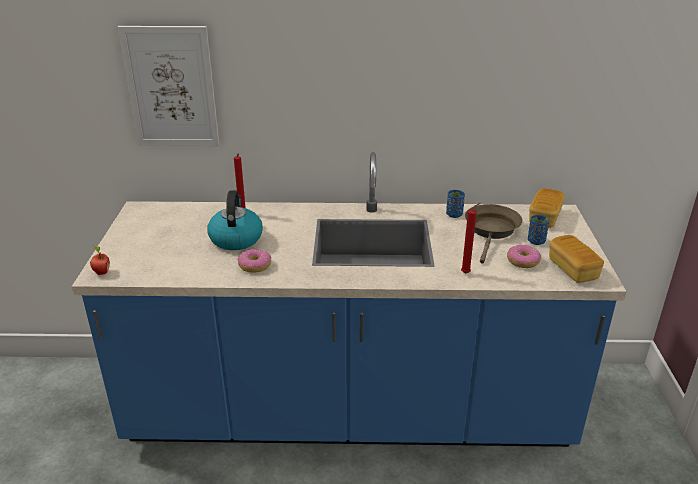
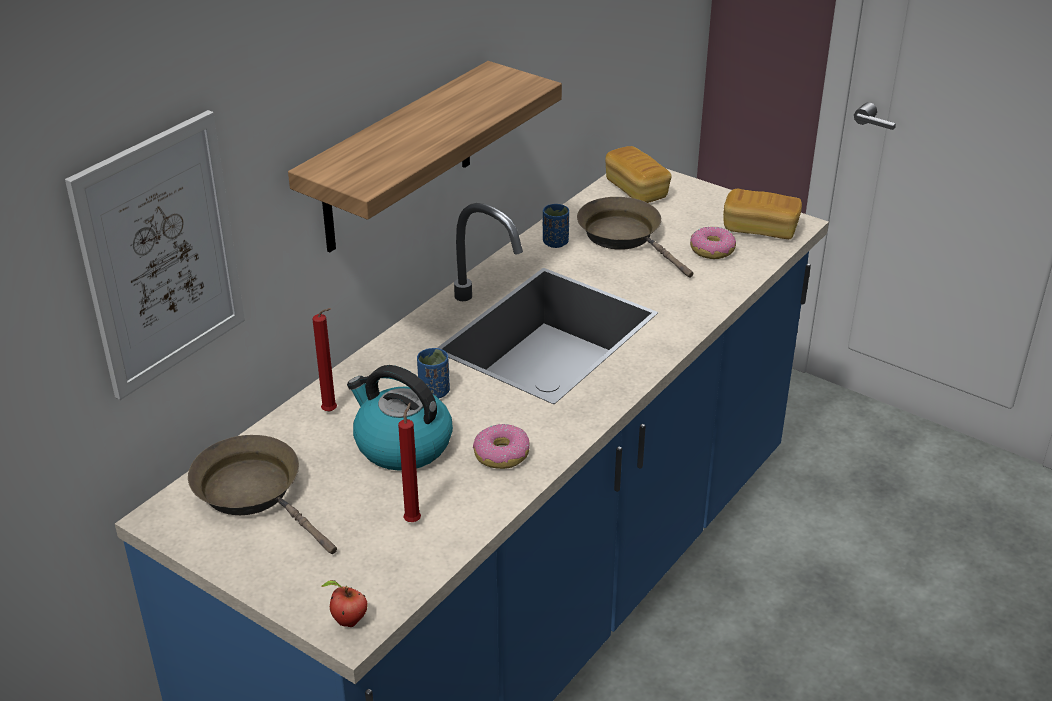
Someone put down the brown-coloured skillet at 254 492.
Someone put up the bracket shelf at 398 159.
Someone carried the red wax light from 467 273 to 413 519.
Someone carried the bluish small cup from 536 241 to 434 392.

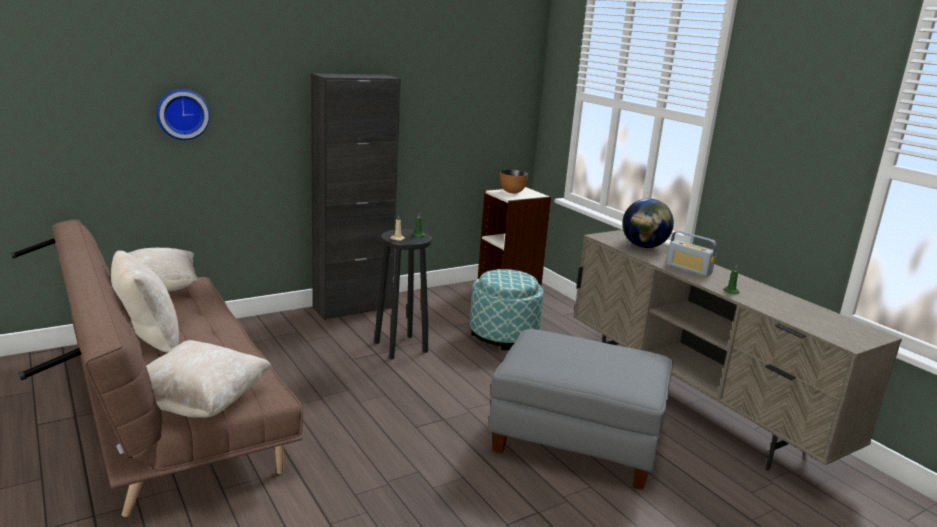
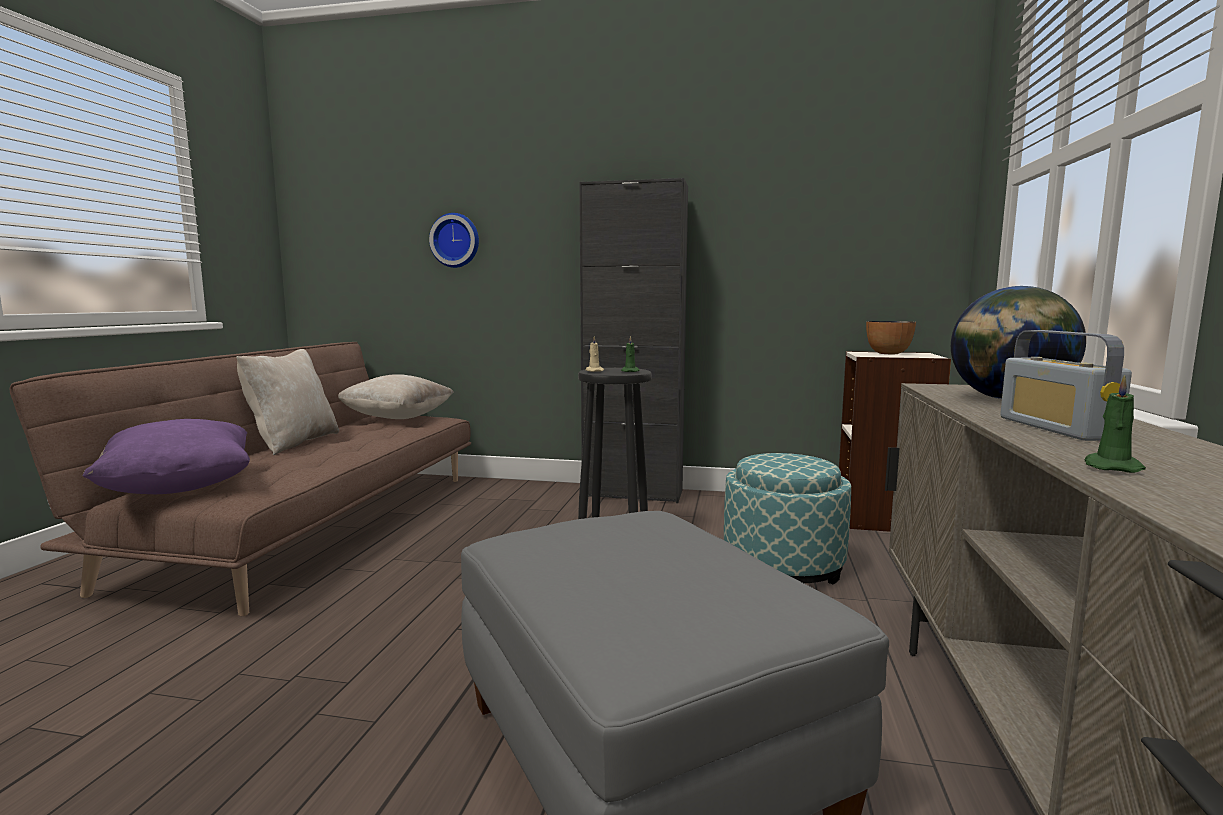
Someone repainted the beige-coloured pillow at 199 402, which became the purple pillow at 180 488.

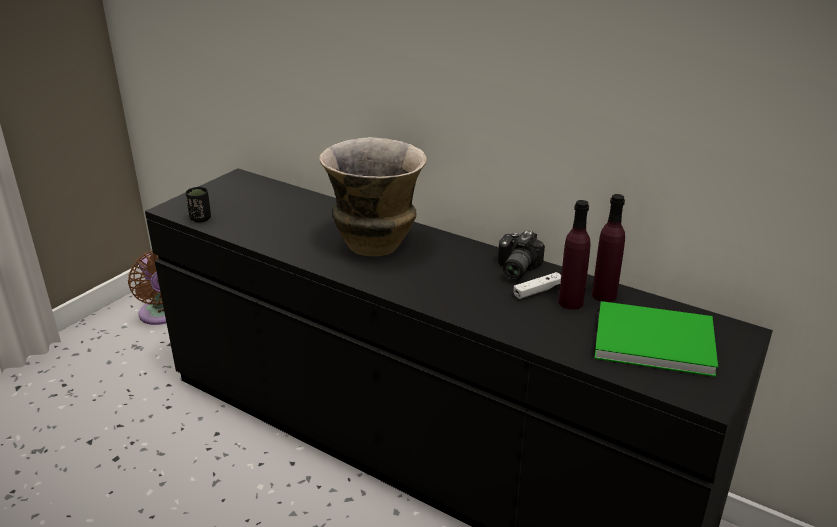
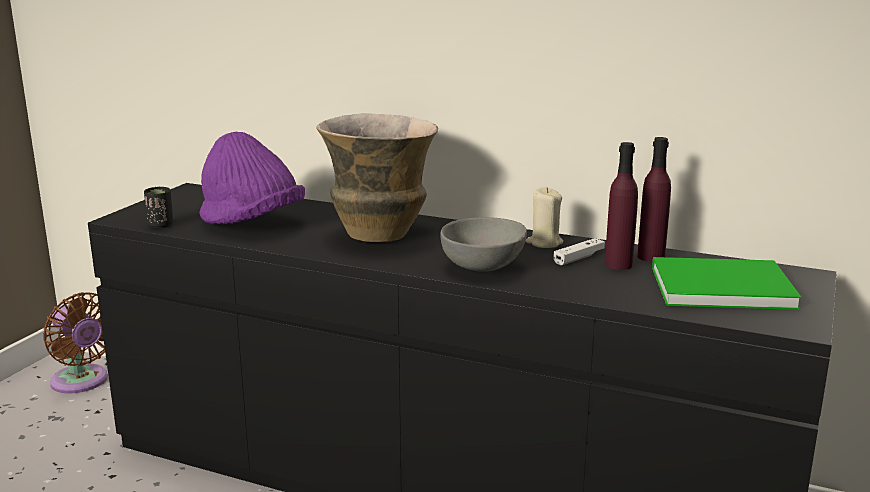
Someone put down the purple clothing hat at 252 223.
Someone put down the gray serving bowl at 484 268.
Someone swapped the photo camera at 514 268 for the beige-coloured wax light at 544 243.

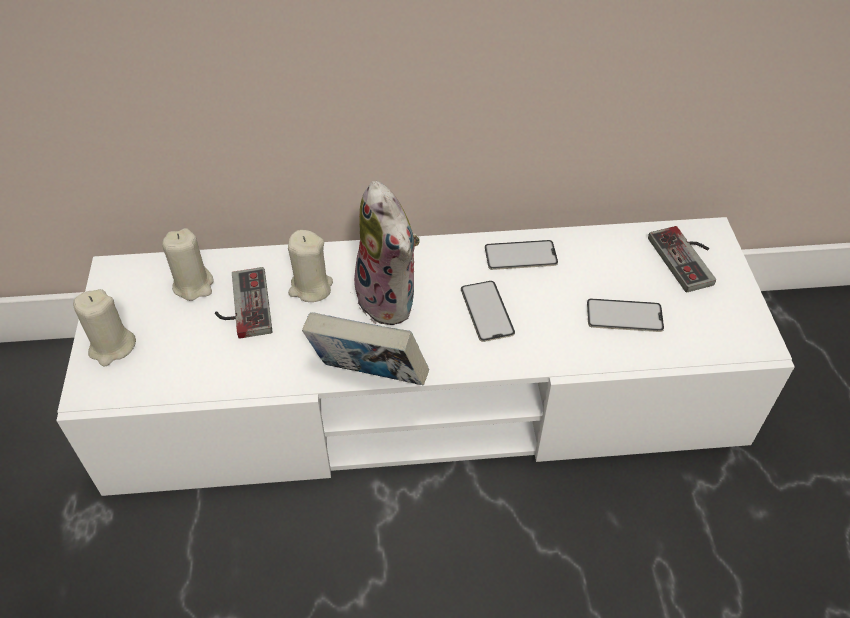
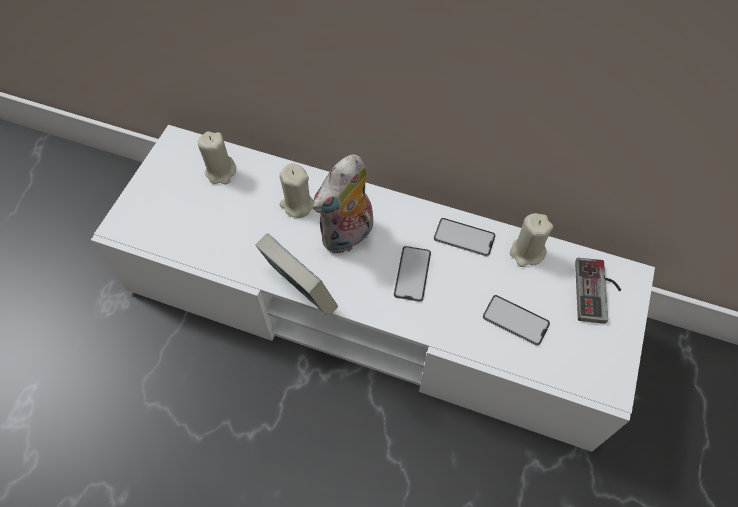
Someone rotated the cuddly toy at 391 300 by 45 degrees clockwise.
Someone carried the beige-coloured wax light from 112 347 to 526 252.
Someone took away the game controller at 241 306.

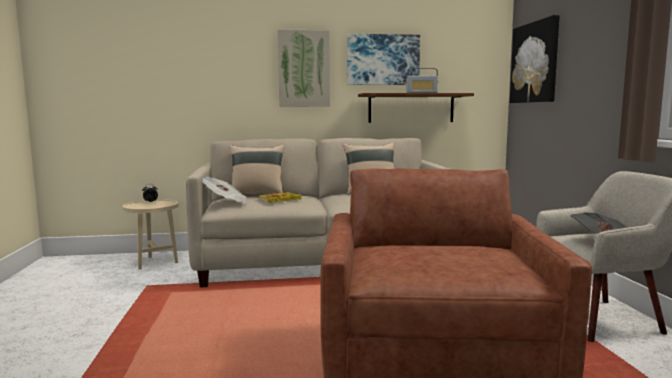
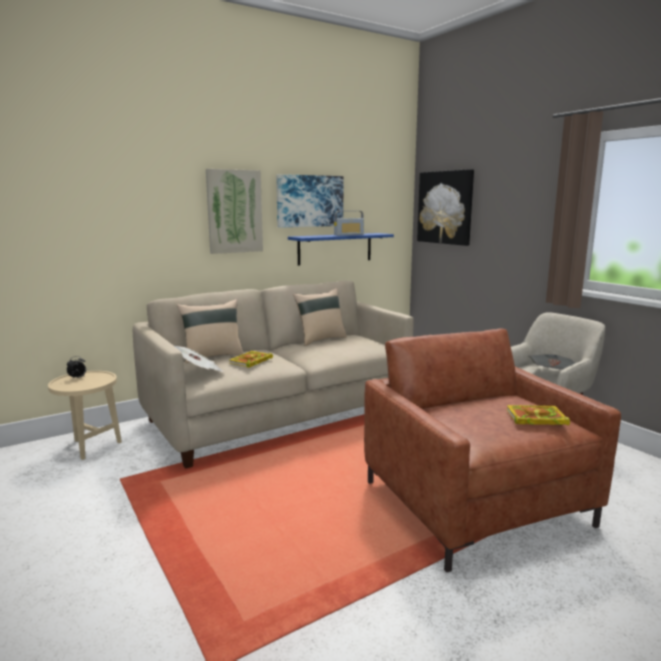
Someone repainted the brown-coloured bracket shelf at 411 108, which became the bluish bracket shelf at 335 248.
Someone put down the volume at 535 418.

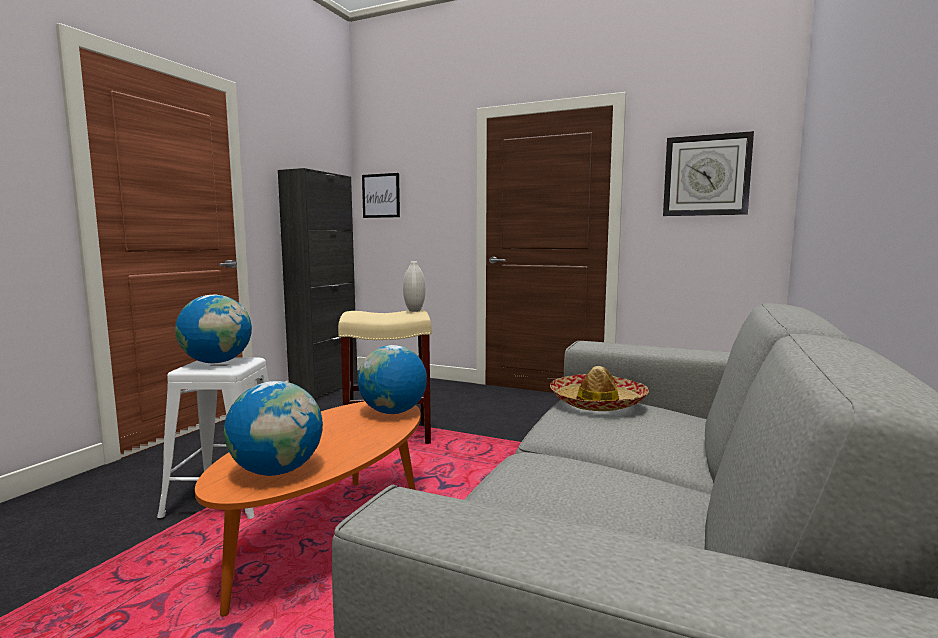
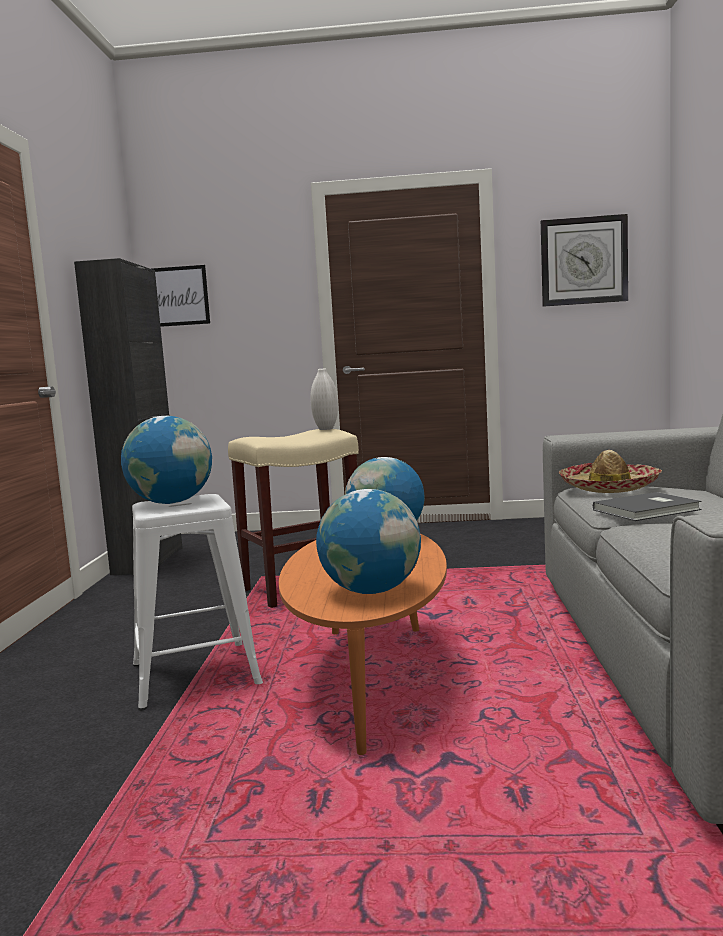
Someone put down the gray volume at 649 510.

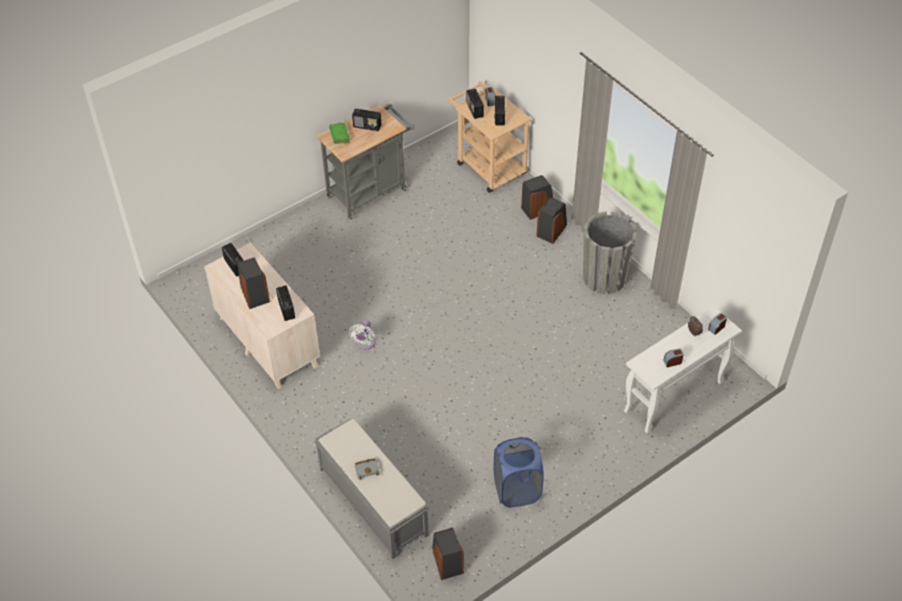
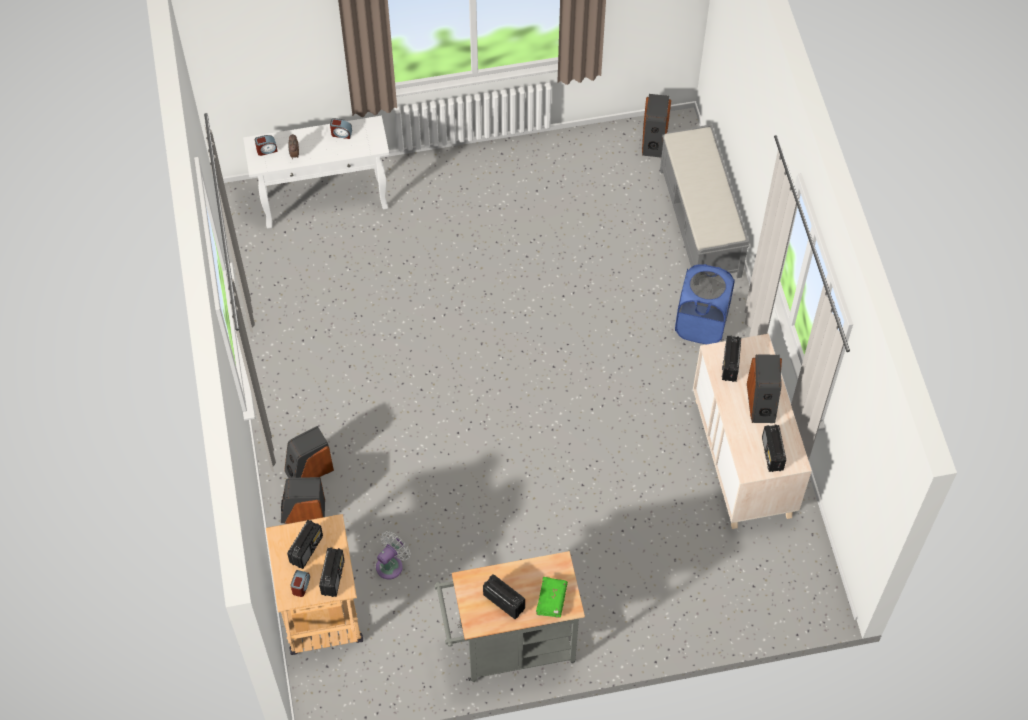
Someone carried the white electric fan from 365 343 to 391 564.
Someone carried the bluish hamper from 517 490 to 701 324.
Someone took away the gray volume at 367 469.
Someone took away the gray plant pot at 604 278.

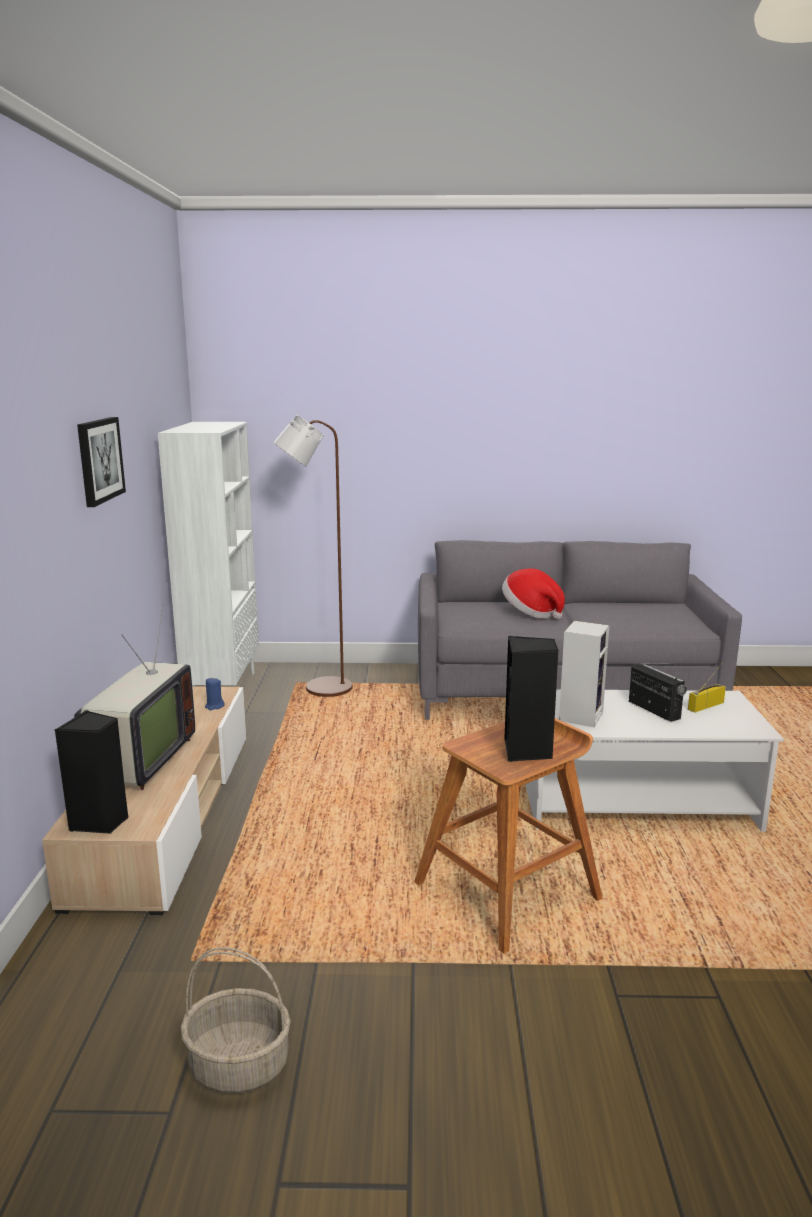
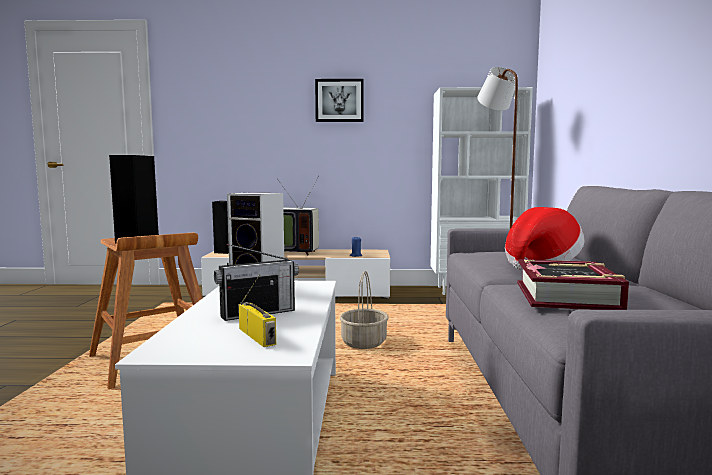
Someone carried the storage basket from 240 1064 to 364 343.
Someone put down the volume at 567 296.

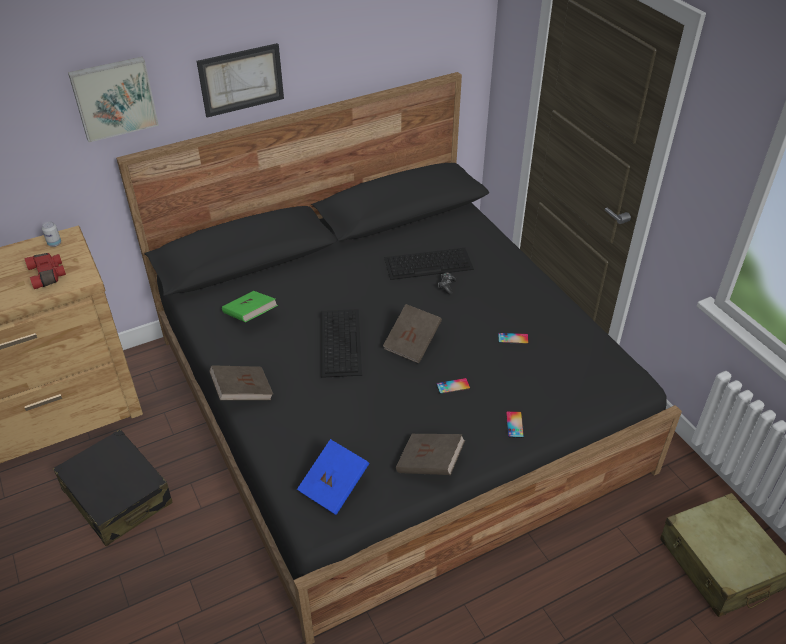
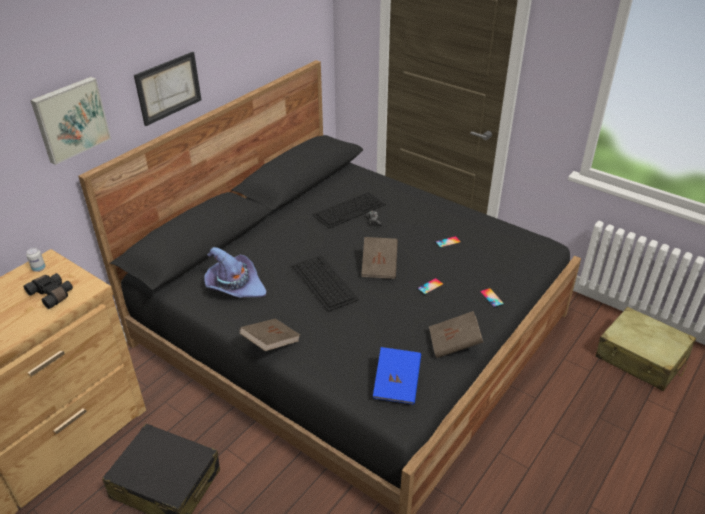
Someone repainted the red field glasses at 48 275, which became the black-coloured field glasses at 53 294.
Someone swapped the greenish volume at 250 316 for the purple clothing hat at 235 286.

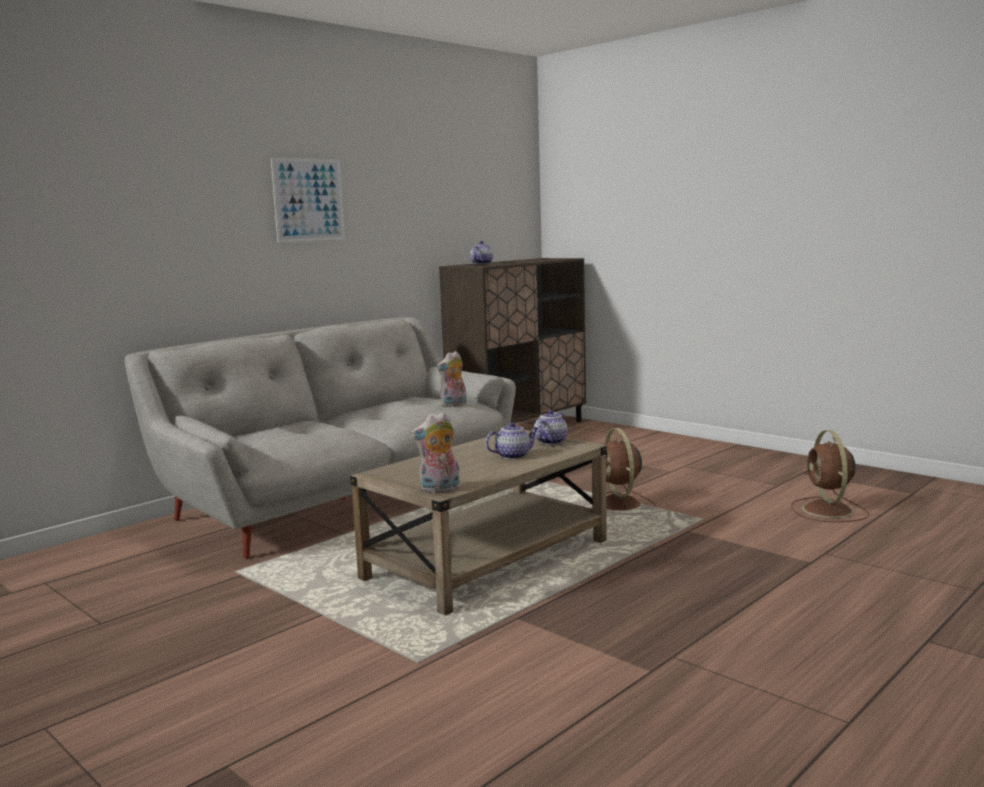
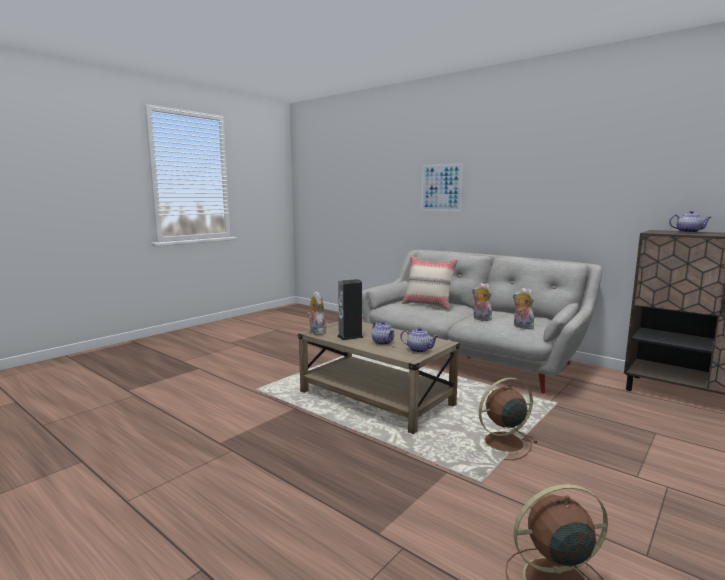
Someone put down the speaker at 350 337.
Someone put down the beige-coloured pillow at 428 305.
Someone carried the wall picture from 309 200 to 441 187.
Someone put down the cuddly toy at 481 319.

